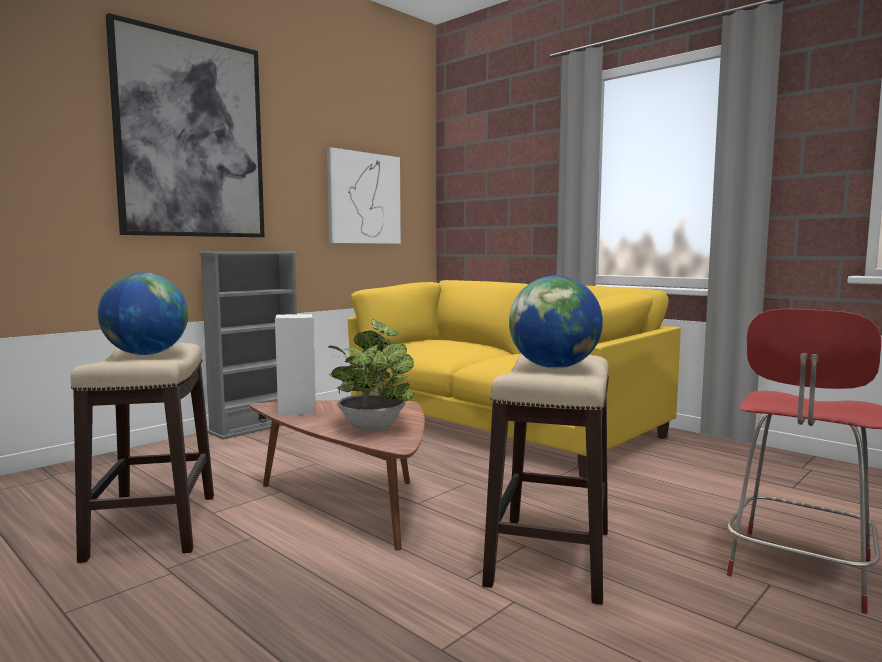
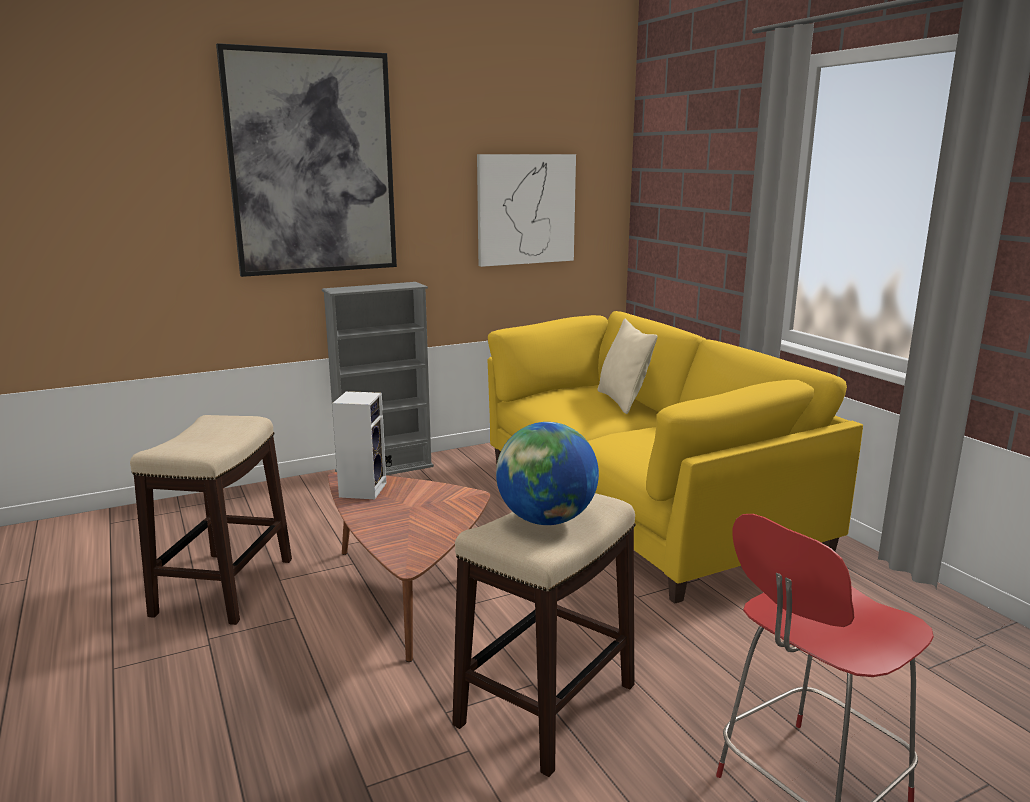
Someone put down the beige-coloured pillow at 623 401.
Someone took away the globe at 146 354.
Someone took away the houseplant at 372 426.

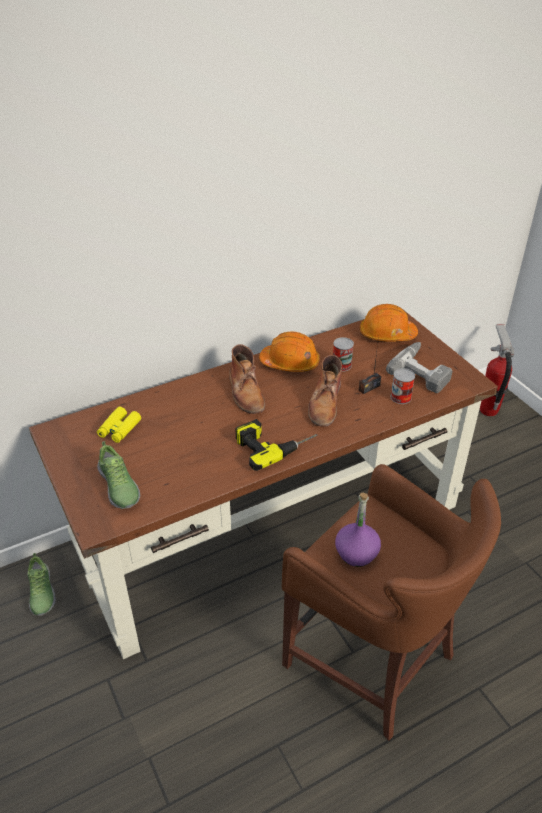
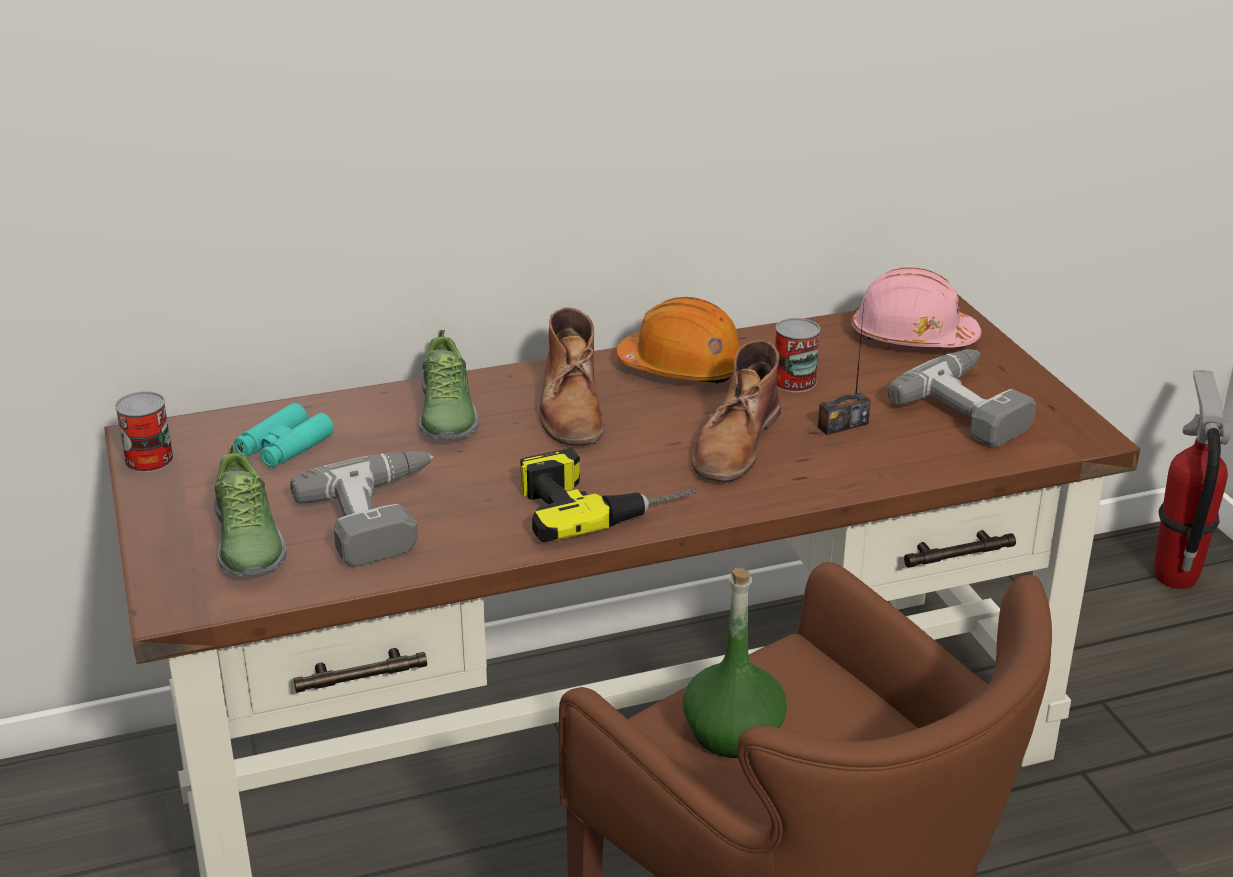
Someone carried the can from 400 397 to 149 460.
Someone repainted the yellowish field glasses at 119 429, which became the turquoise-coloured field glasses at 284 446.
Someone put down the drill at 383 517.
Someone carried the low shoe from 41 593 to 446 415.
Someone repainted the purple beverage bottle at 356 553, which became the greenish beverage bottle at 733 733.
Someone repainted the orange work helmet at 386 334, which became the pinkish work helmet at 912 337.

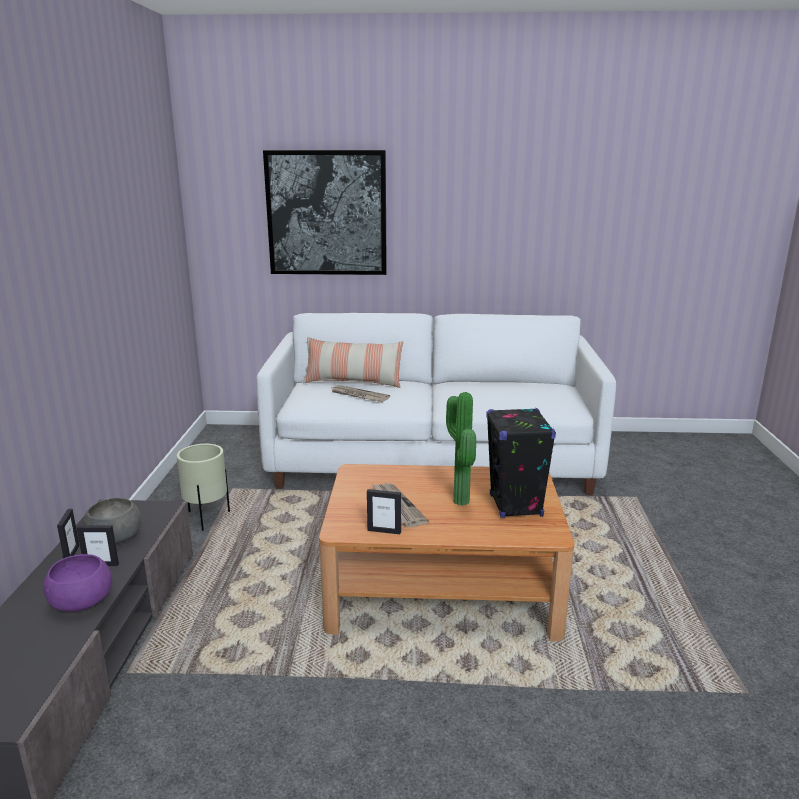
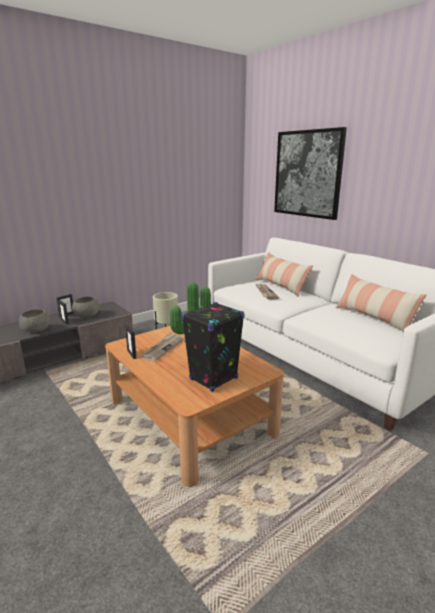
Someone repainted the purple serving bowl at 81 602, which became the gray serving bowl at 36 330.
Someone put down the pillow at 373 318.

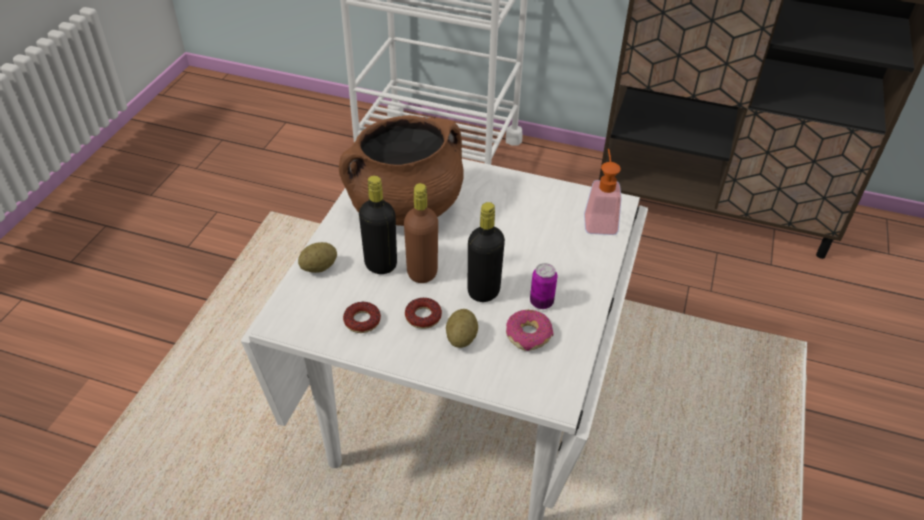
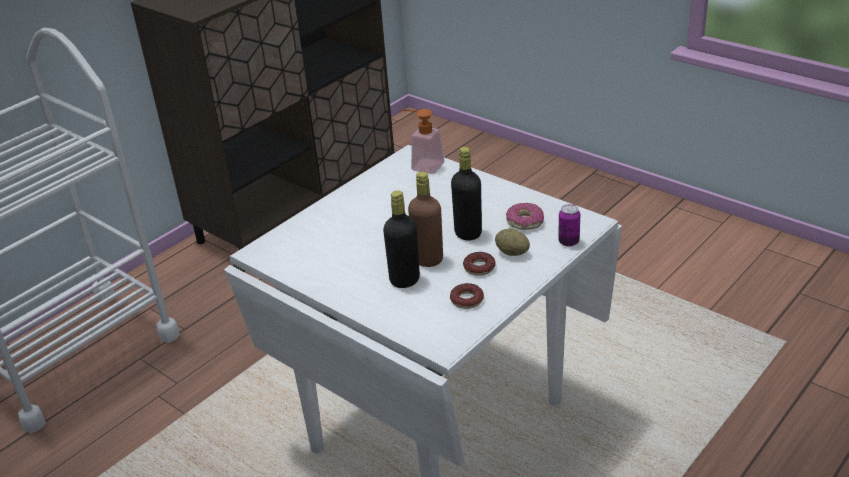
Someone carried the can from 541 302 to 568 242.
Someone took away the whole potato at 319 267.
Someone took away the brown-coloured stockpot at 405 207.

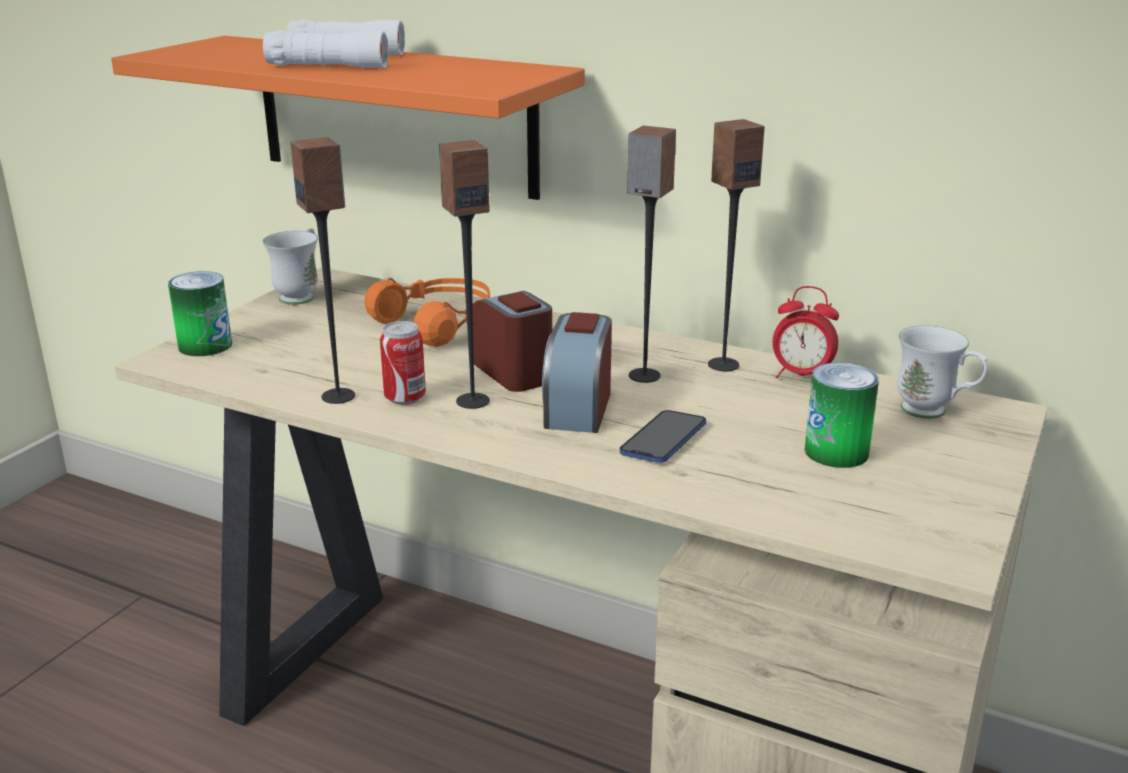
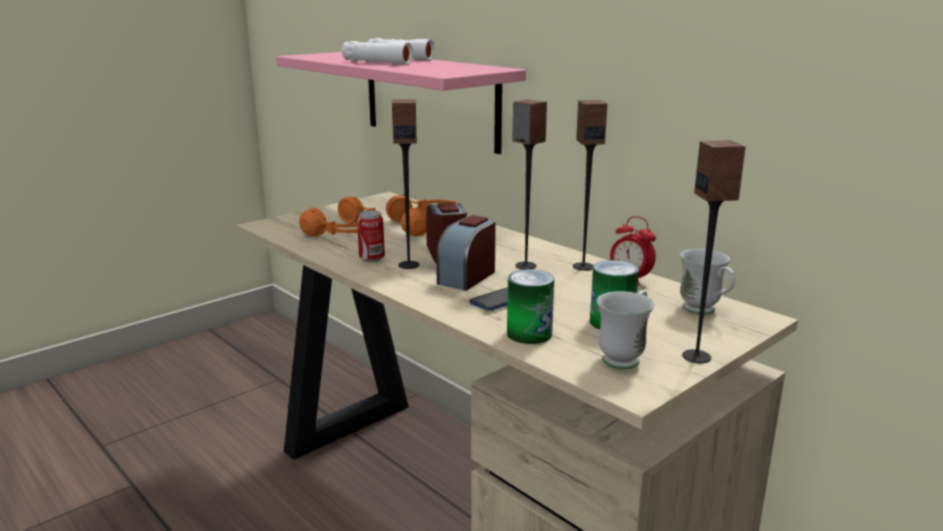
Someone repainted the orange bracket shelf at 394 115, which became the pinkish bracket shelf at 430 99.
Someone put down the orange pair of headphones at 348 232.
Someone carried the can from 205 345 to 529 333.
Someone carried the white tea mug from 301 295 to 625 357.
Someone carried the speaker from 339 396 to 697 357.

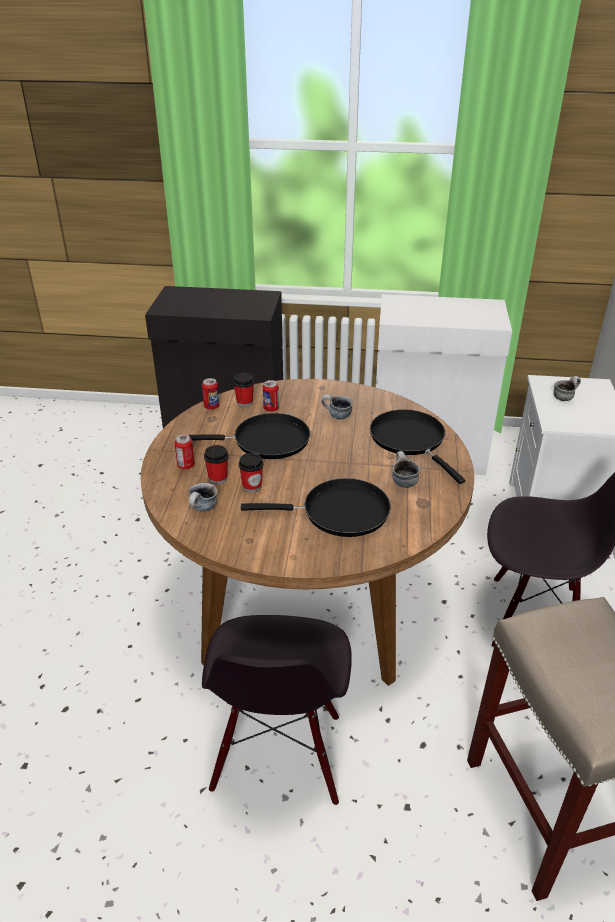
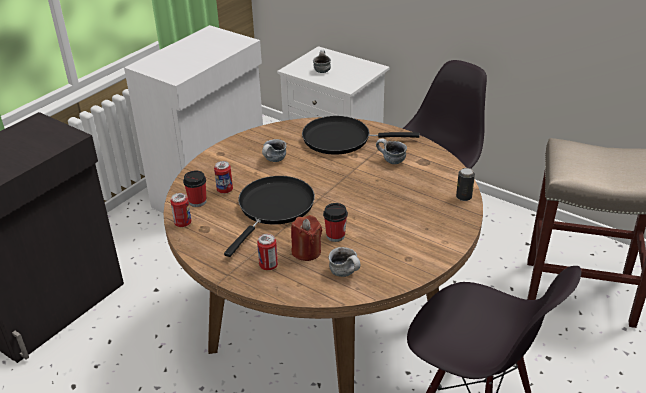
Someone swapped the small cup at 218 478 for the red wax light at 306 251.
Someone put down the can at 464 197.
Someone took away the black-coloured skillet at 339 512.

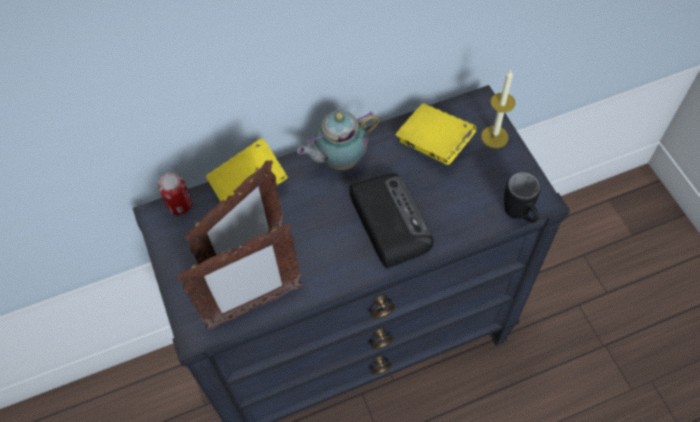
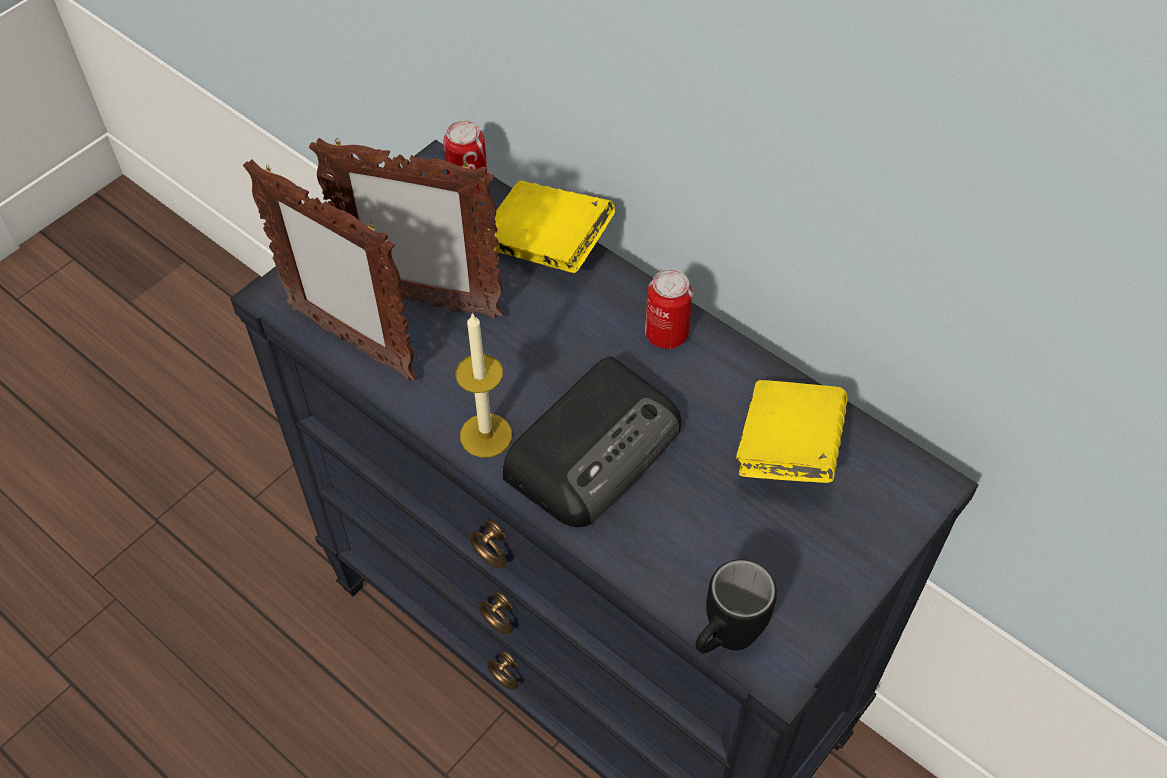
Someone carried the wax light from 494 137 to 486 435.
Someone swapped the tea pot at 339 160 for the can at 666 334.

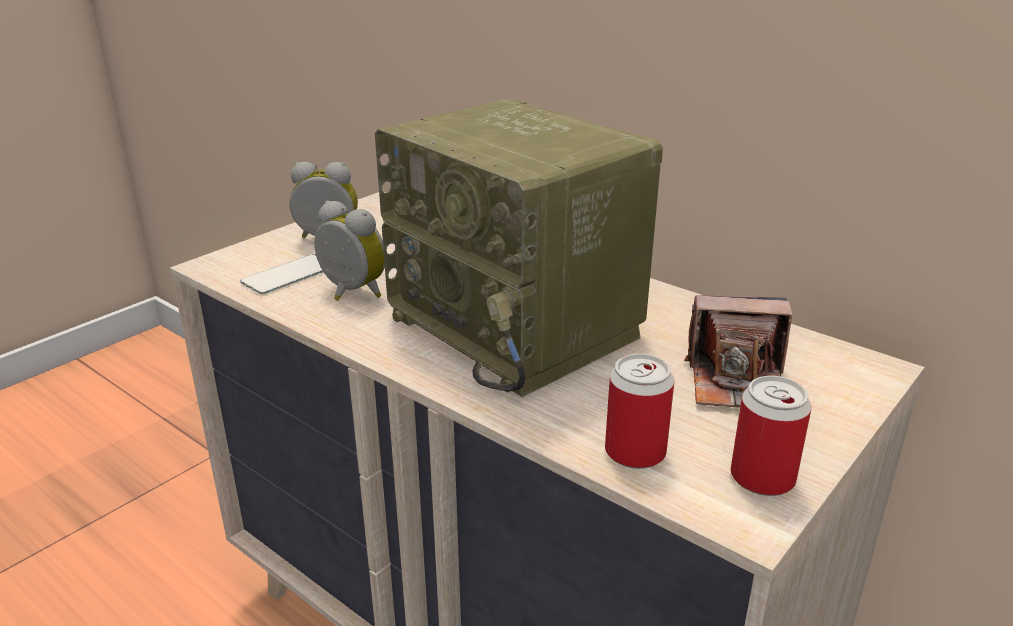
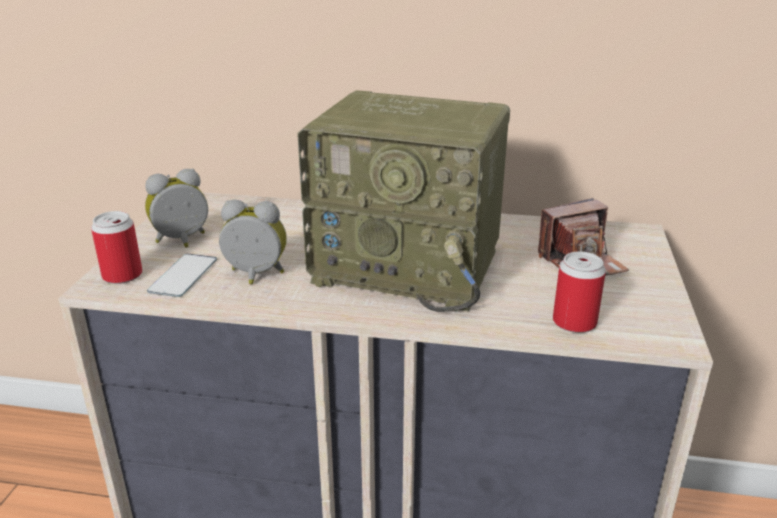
Someone carried the can from 762 478 to 122 275.

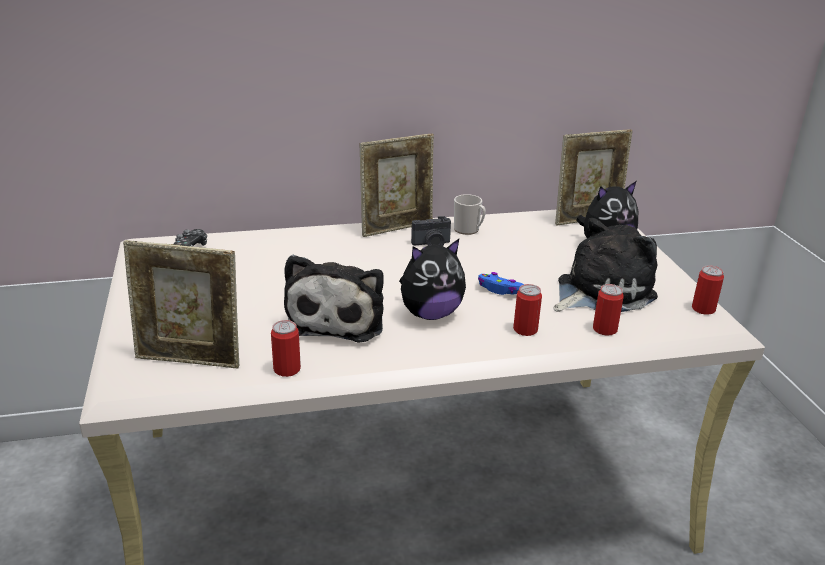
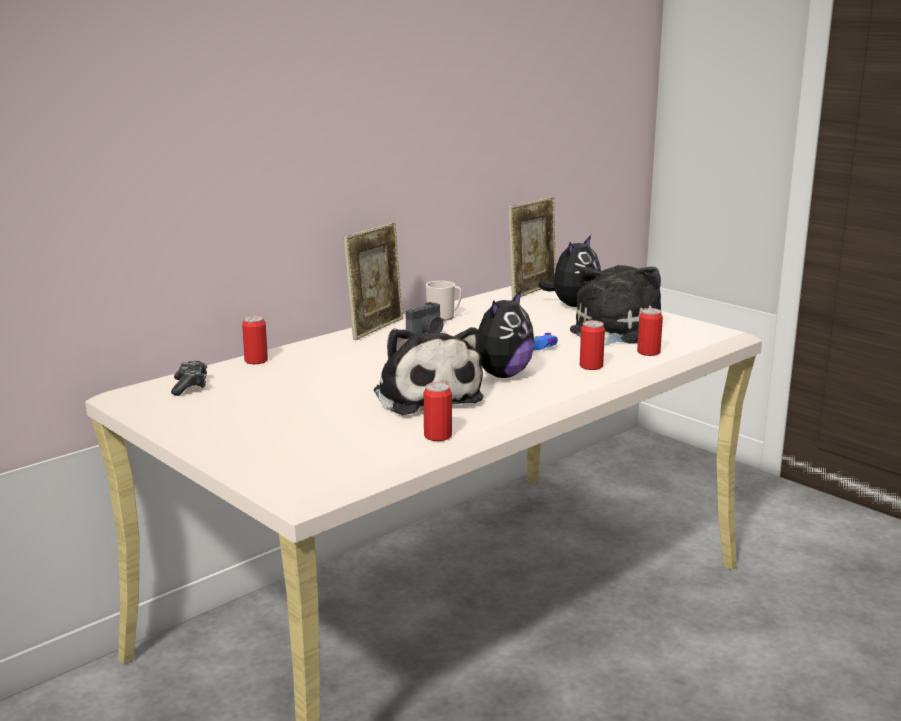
Someone carried the can from 703 309 to 256 361.
Someone took away the picture frame at 190 360.

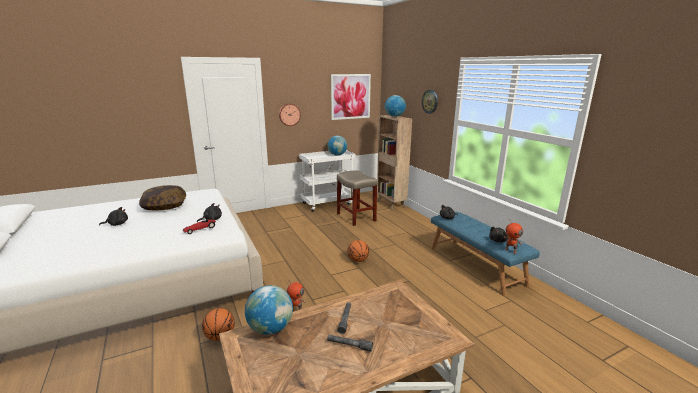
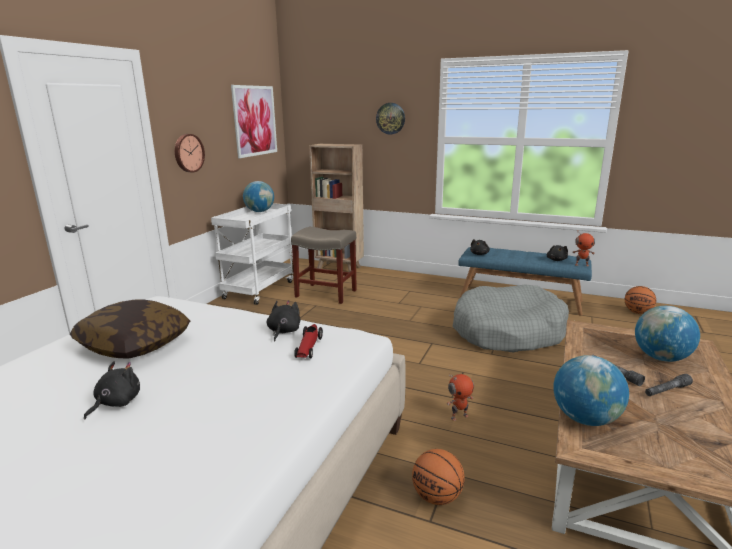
Someone put down the gray dog cushion at 507 332.
Someone carried the basketball ball from 358 260 to 637 312.
Someone carried the globe from 394 116 to 660 357.

